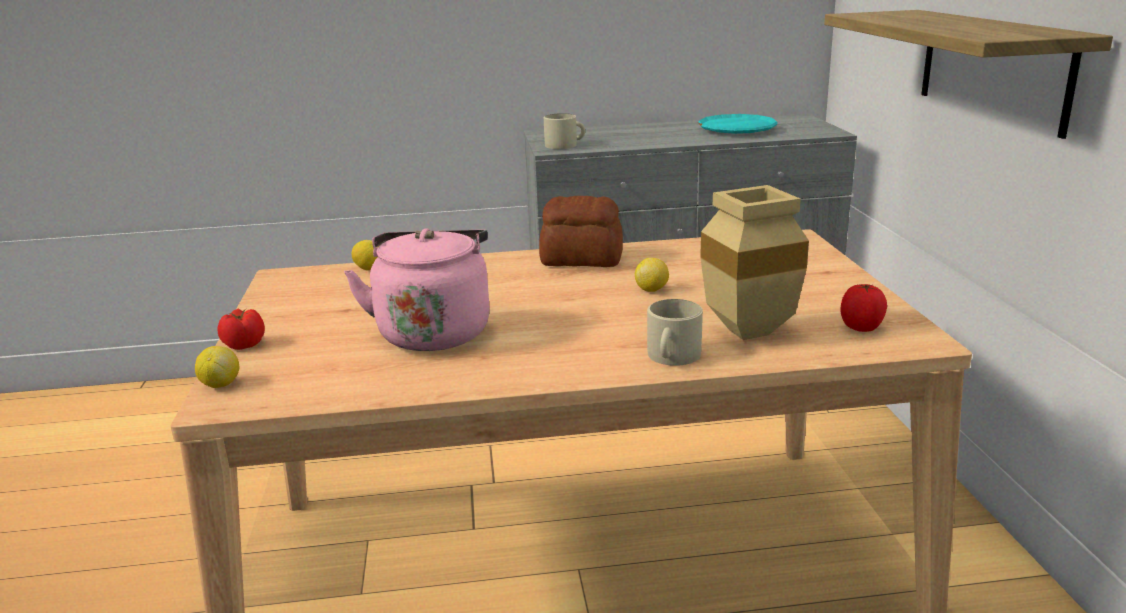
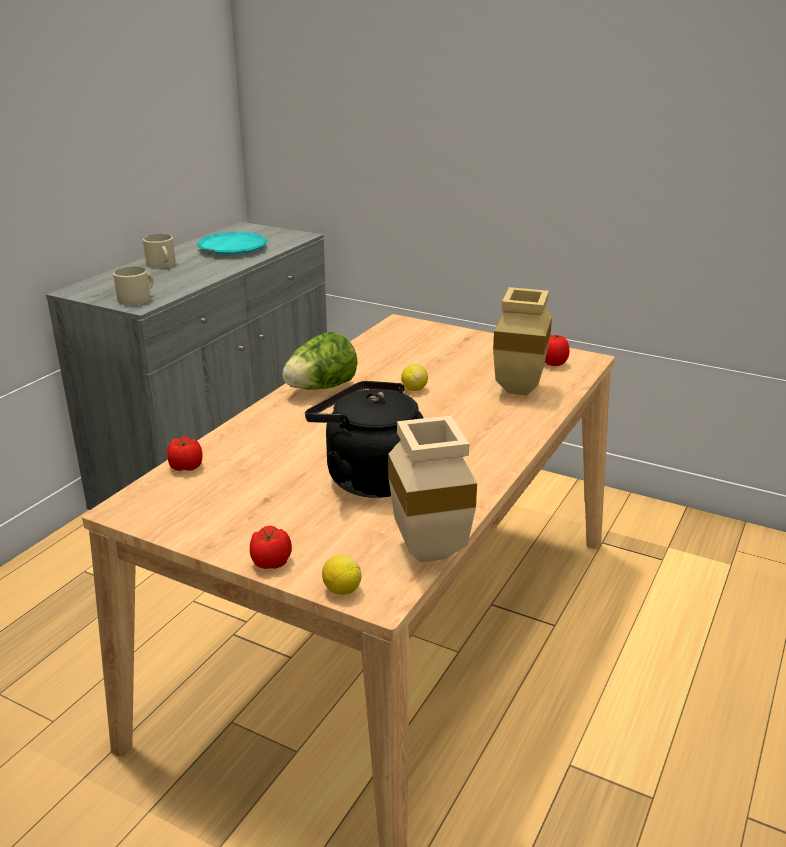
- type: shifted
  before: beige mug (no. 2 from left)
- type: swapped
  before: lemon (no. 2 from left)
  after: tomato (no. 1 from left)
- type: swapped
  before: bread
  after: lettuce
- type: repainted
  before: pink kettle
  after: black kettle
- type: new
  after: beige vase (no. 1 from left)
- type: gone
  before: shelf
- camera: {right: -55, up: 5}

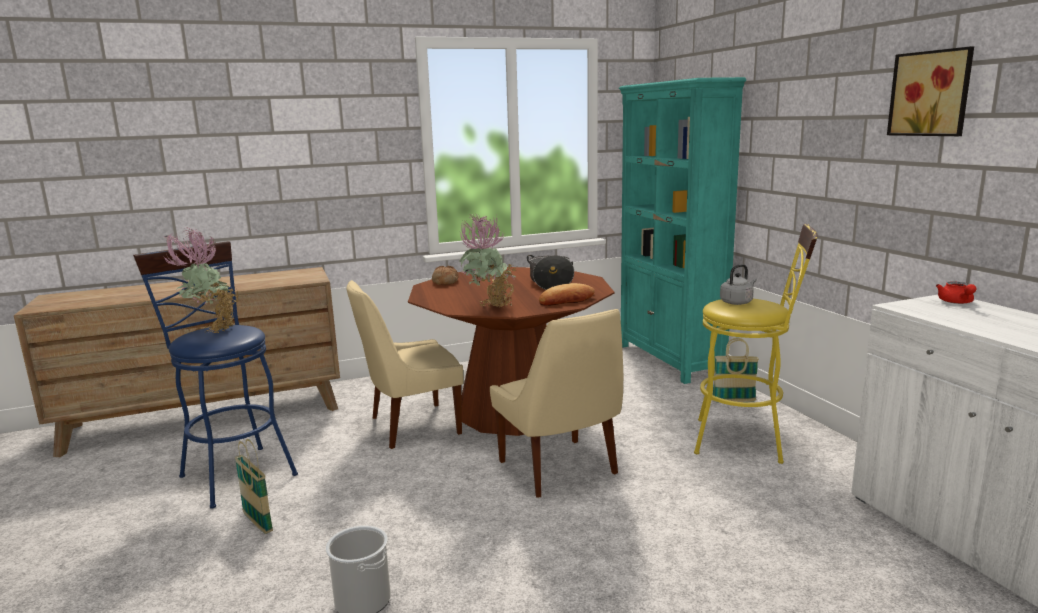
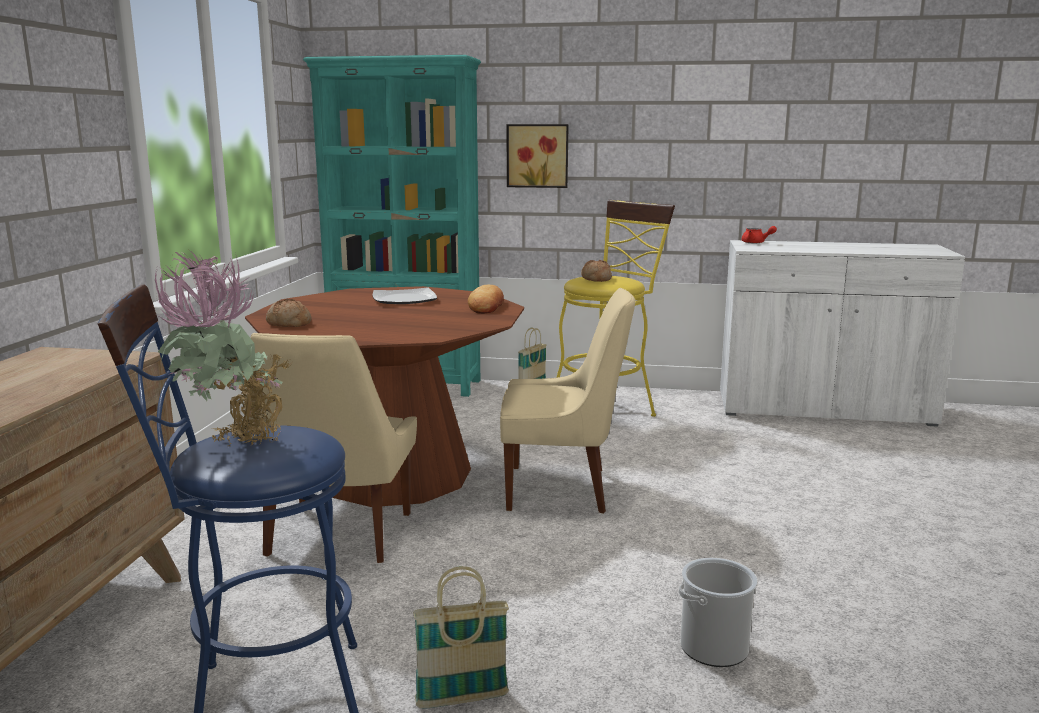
- type: swapped
  before: cooking pot
  after: plate
- type: shifted
  before: picture
- type: swapped
  before: grey kettle
  after: bread (no. 3 from left)
- type: gone
  before: potted plant (no. 2 from left)
- camera: {right: -60, up: 0}

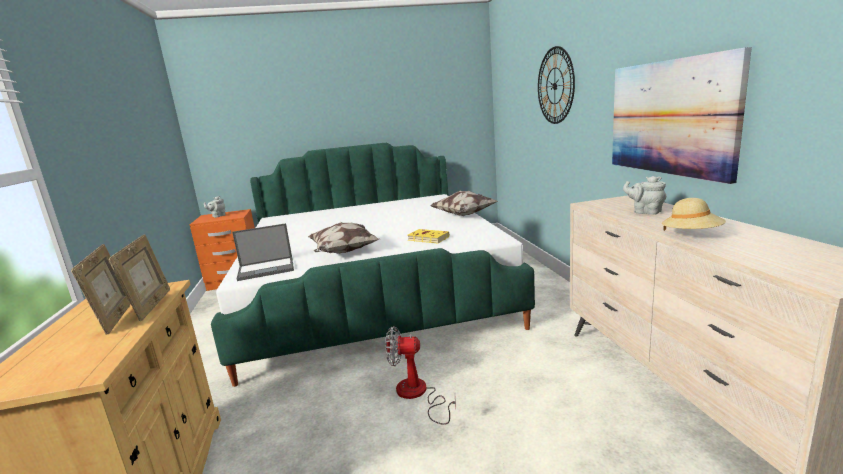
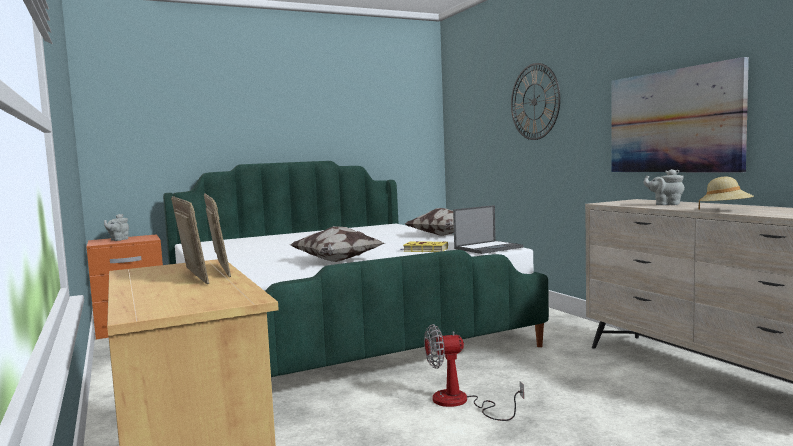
- type: shifted
  before: laptop
- camera: {right: -15, up: -10}

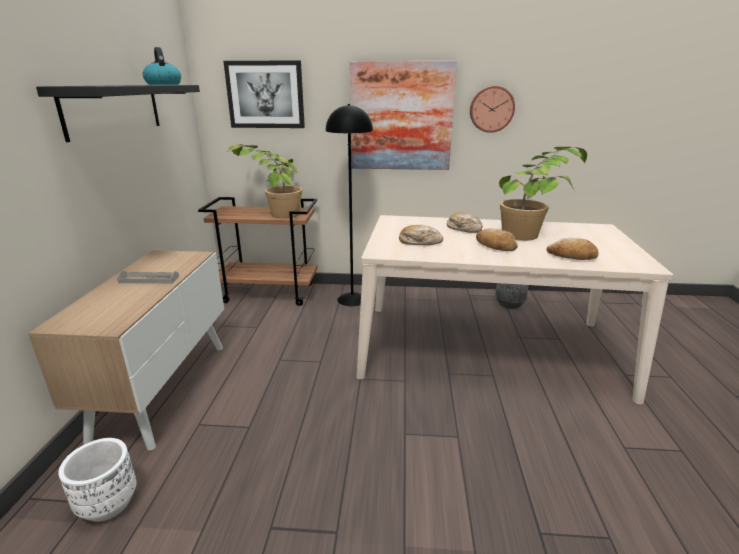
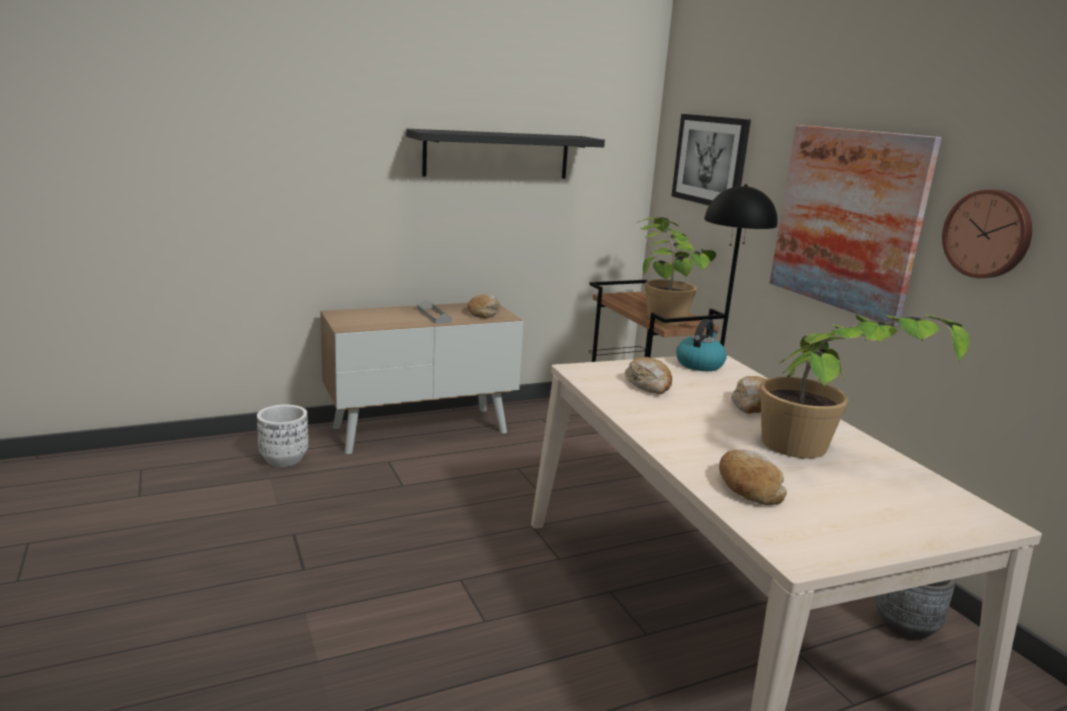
- type: shifted
  before: bread (no. 3 from left in the first image)
  after: bread (no. 1 from left)
- type: shifted
  before: kettle
- camera: {right: 60, up: -5}

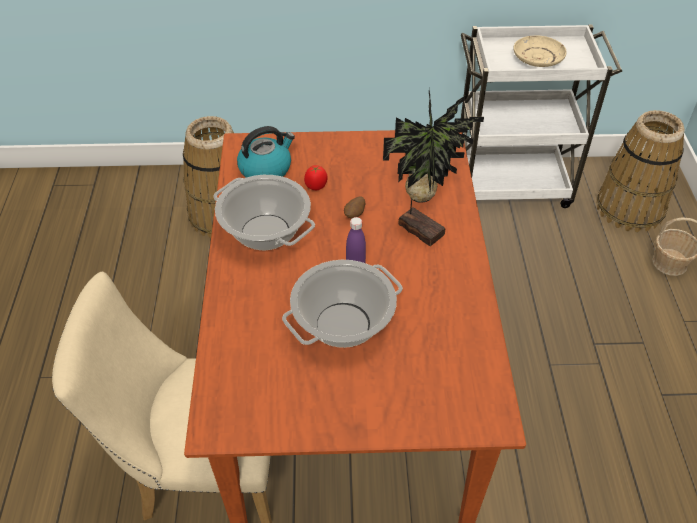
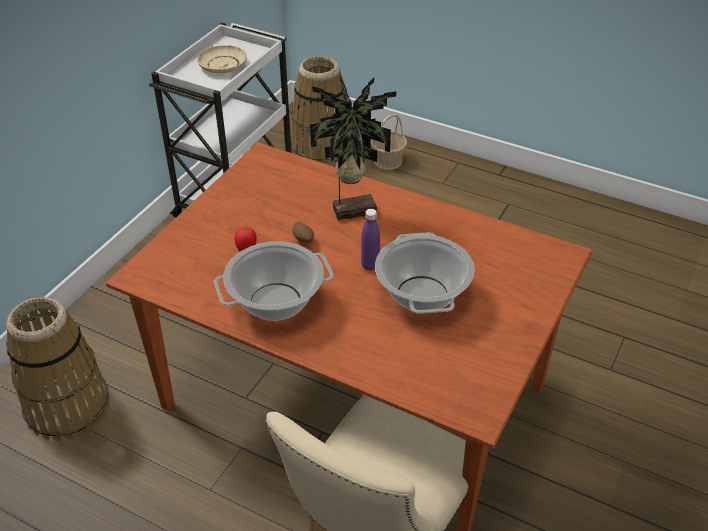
- type: gone
  before: kettle
- camera: {right: -60, up: -5}

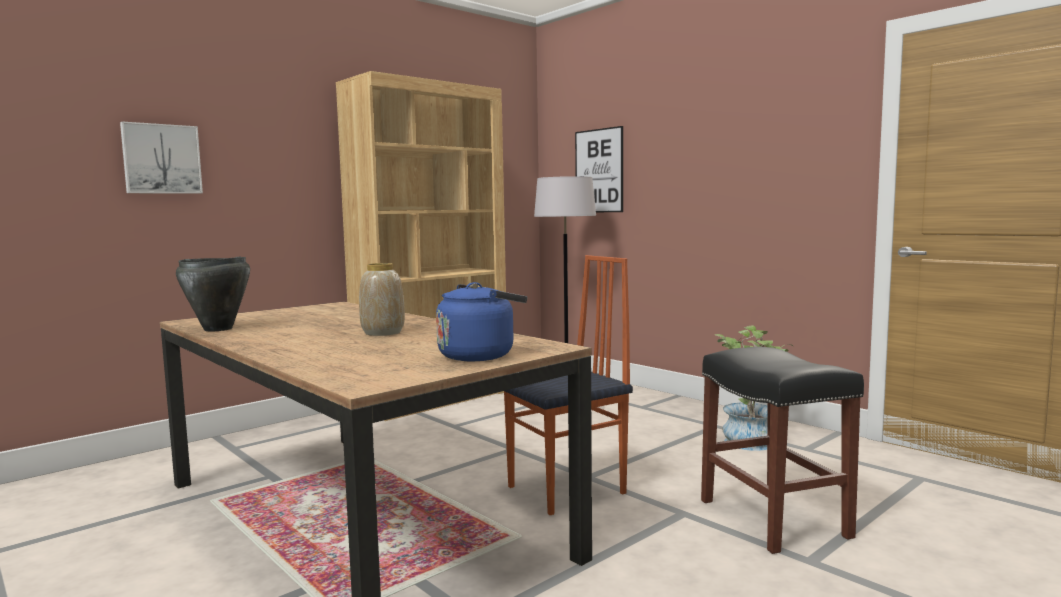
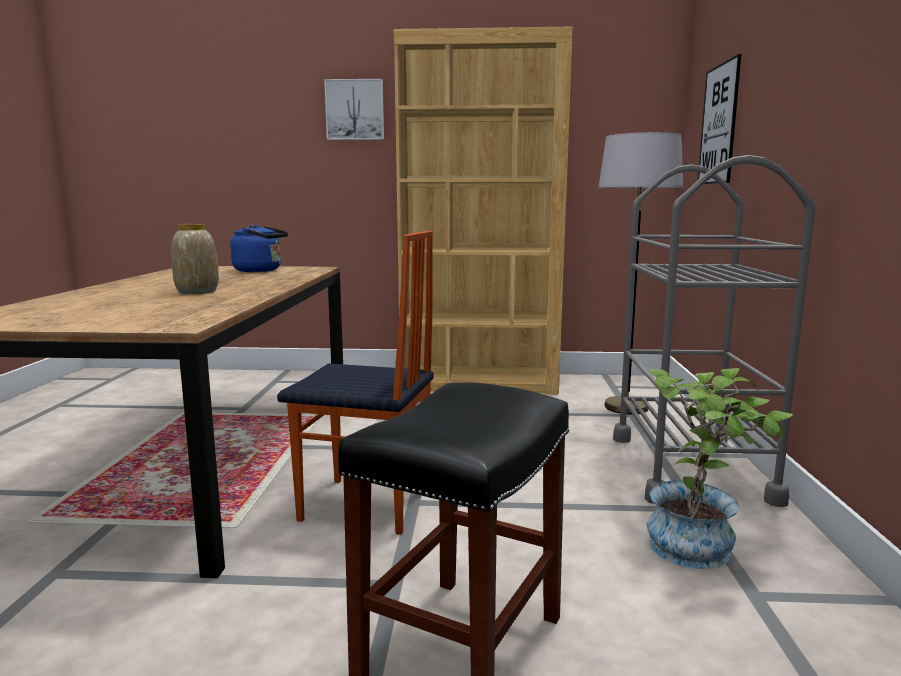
- type: shifted
  before: blue kettle
- type: shifted
  before: picture (no. 1 from left)
- type: new
  after: grey cart
- type: gone
  before: black cooking pot
- camera: {right: 45, up: 5}

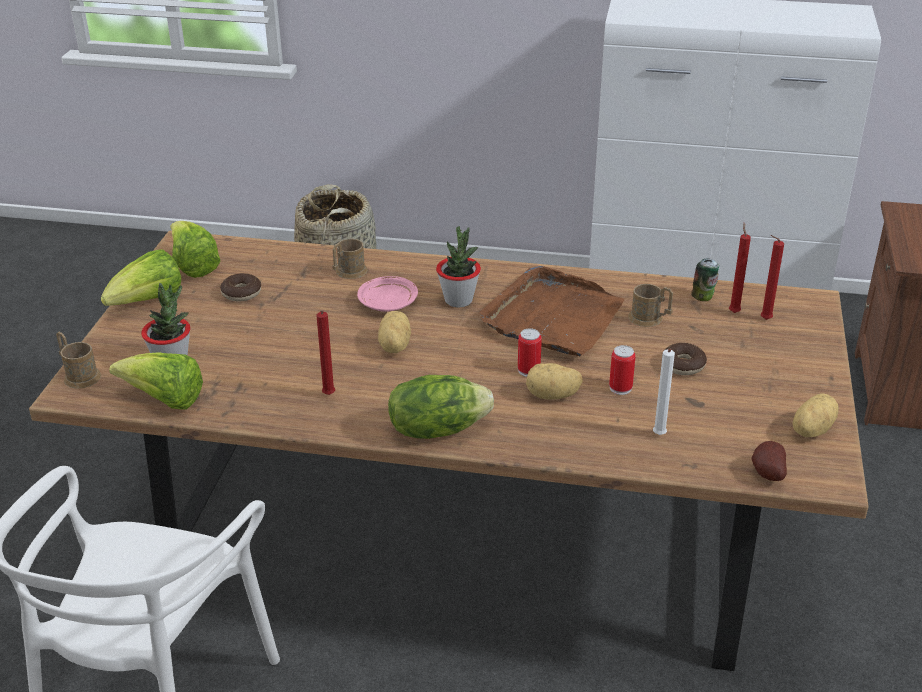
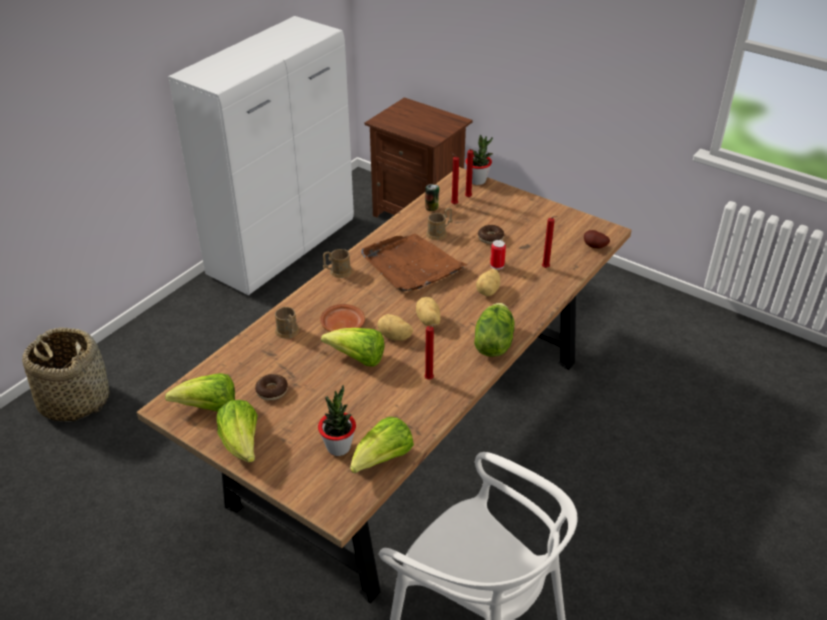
- type: repainted
  before: pink plate
  after: brown plate
- type: new
  after: lettuce (no. 3 from left)
- type: shifted
  before: brown mug (no. 1 from left in the first image)
  after: brown mug (no. 2 from left)
- type: shifted
  before: potato (no. 4 from left in the first image)
  after: potato (no. 2 from left)
- type: shifted
  before: potted plant (no. 2 from left)
- type: repainted
  before: white candle
  after: red candle (no. 4 from left)
- type: gone
  before: can (no. 1 from left)
- camera: {right: -65, up: 5}

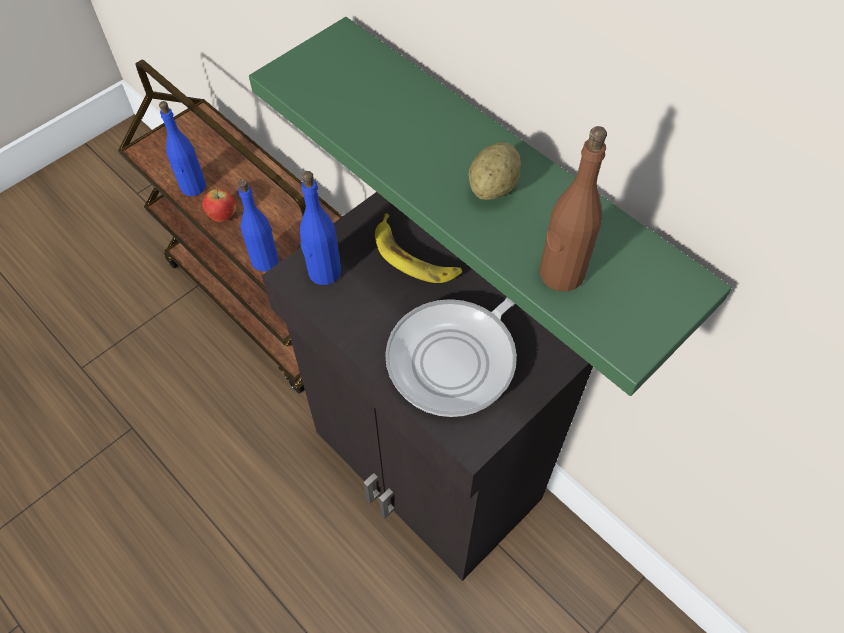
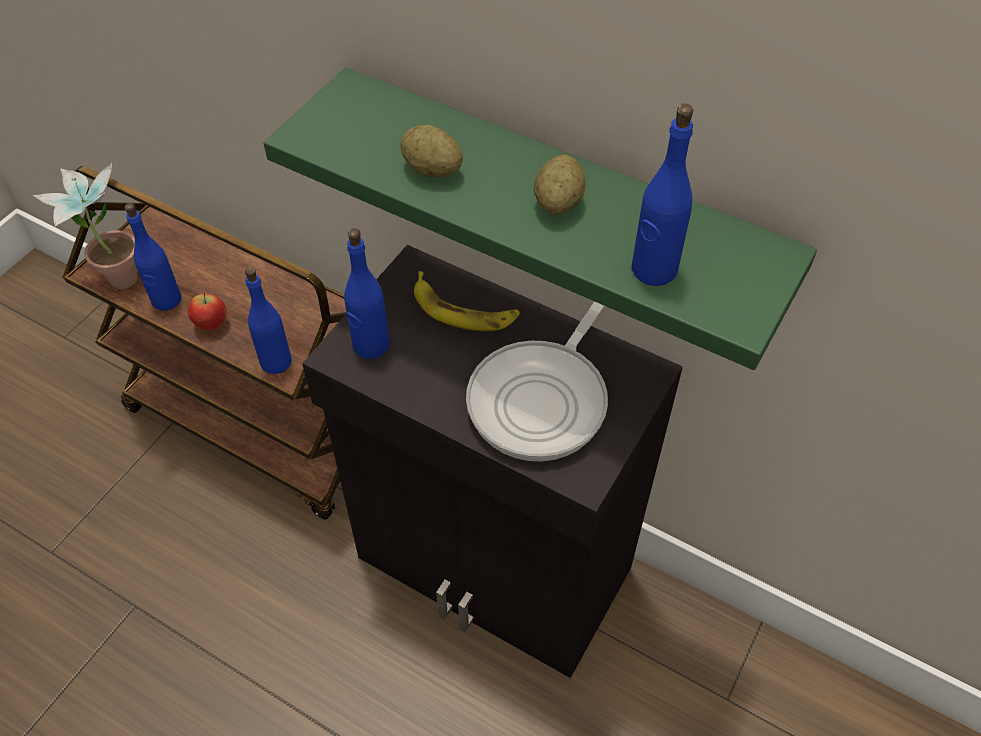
- type: new
  after: potted plant
- type: new
  after: potato (no. 1 from left)
- type: repainted
  before: brown bottle
  after: blue bottle (no. 4 from left)
- camera: {right: -15, up: -5}

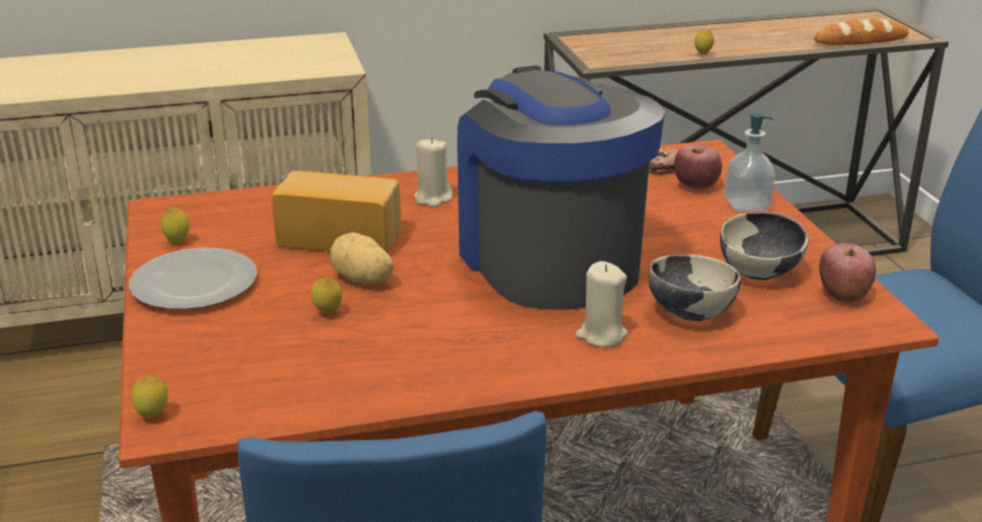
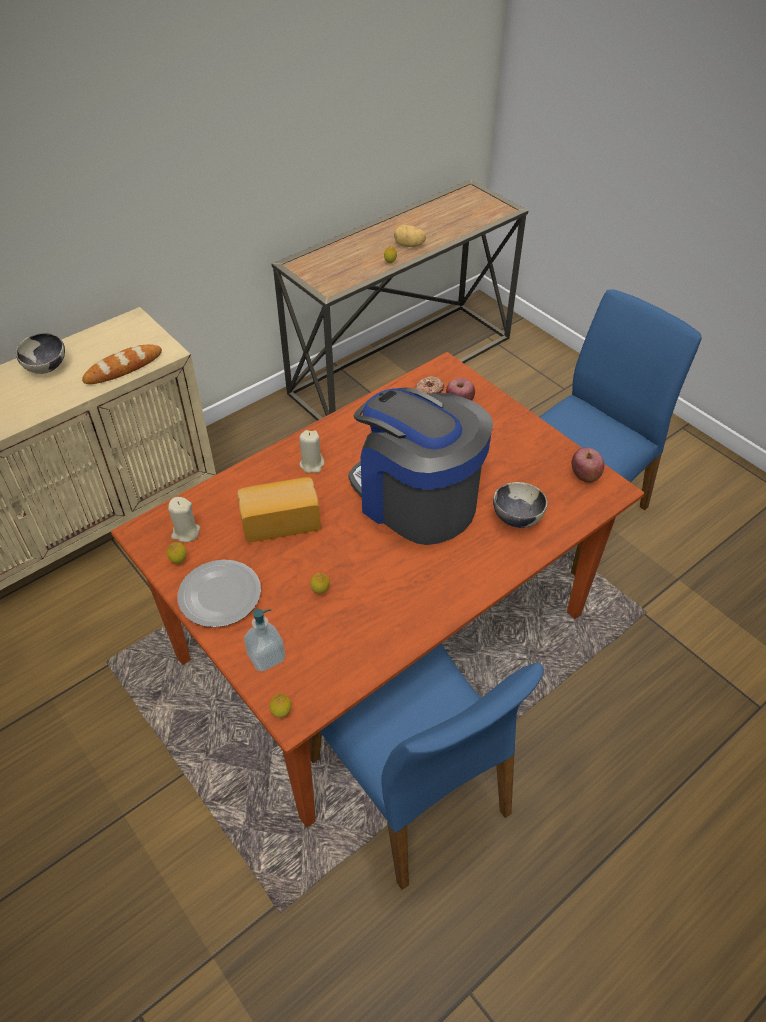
- type: shifted
  before: bowl (no. 2 from left in the first image)
  after: bowl (no. 1 from left)
- type: shifted
  before: bread (no. 2 from left in the first image)
  after: bread (no. 1 from left)
- type: shifted
  before: beige candle (no. 2 from left in the first image)
  after: beige candle (no. 1 from left)
- type: shifted
  before: soap dispenser
- type: shifted
  before: potato
- camera: {right: -25, up: 20}

